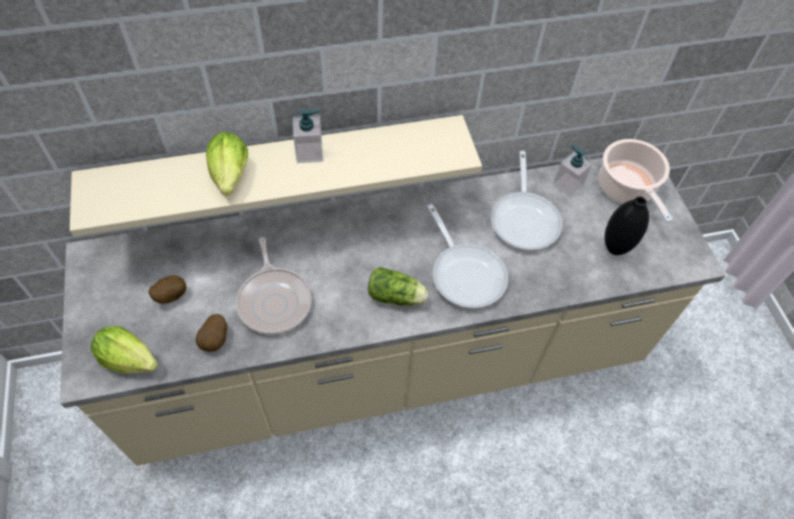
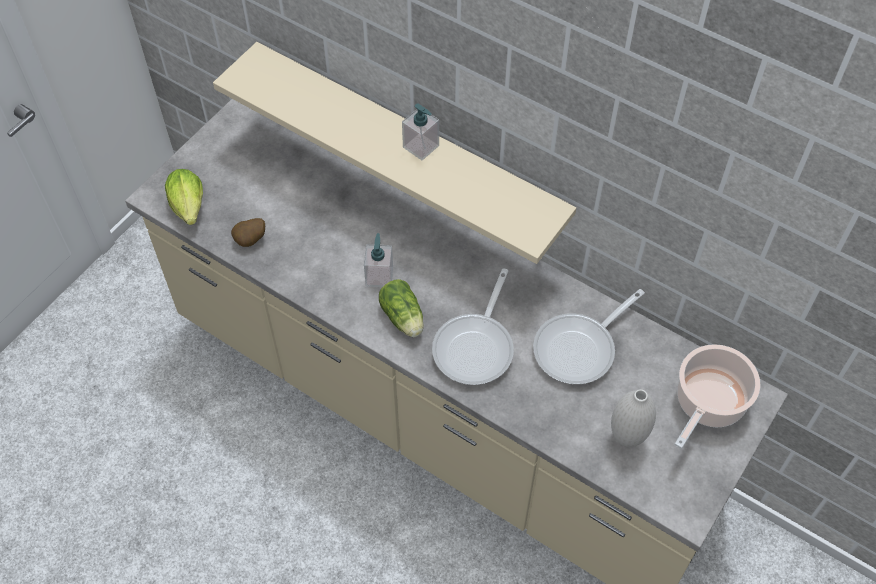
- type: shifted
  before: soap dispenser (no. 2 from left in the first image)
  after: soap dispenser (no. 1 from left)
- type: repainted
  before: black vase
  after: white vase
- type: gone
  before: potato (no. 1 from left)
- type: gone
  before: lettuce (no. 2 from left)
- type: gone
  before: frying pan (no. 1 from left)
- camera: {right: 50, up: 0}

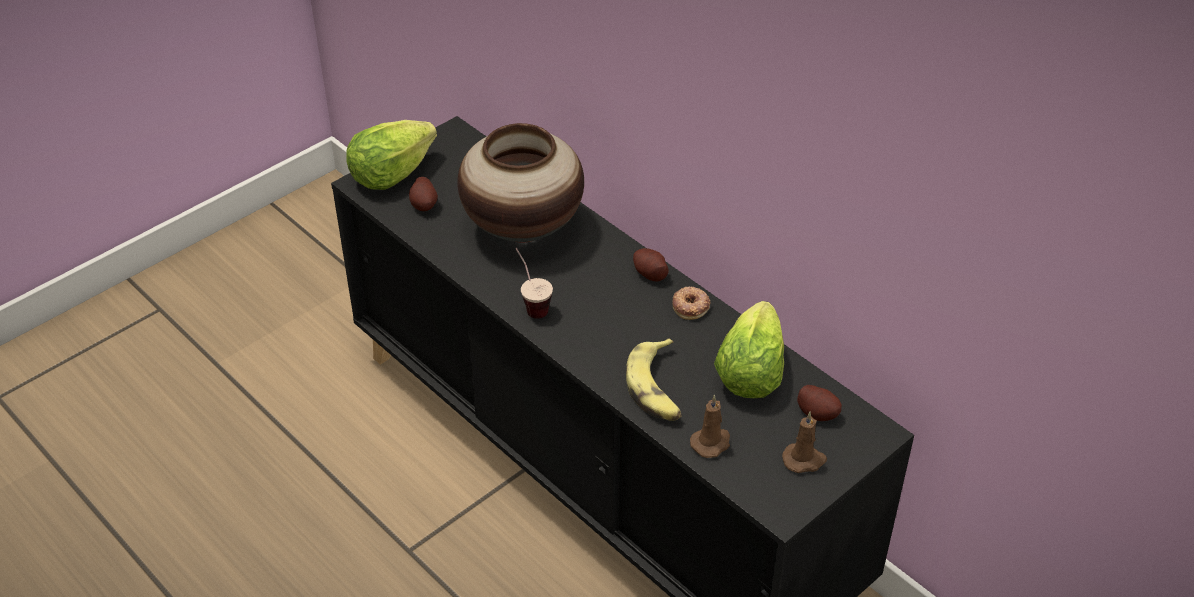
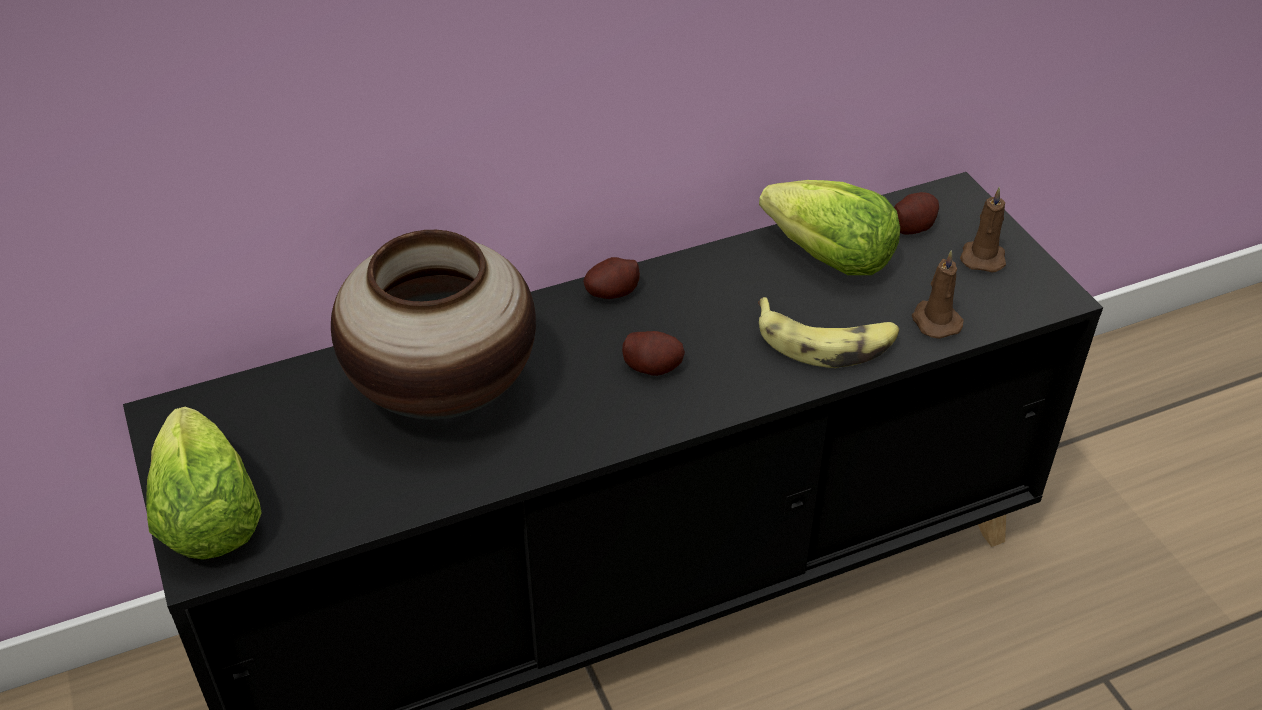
- type: shifted
  before: potato (no. 1 from left in the first image)
  after: potato (no. 2 from left)
- type: gone
  before: cup
- type: gone
  before: donut
- camera: {right: -70, up: 0}

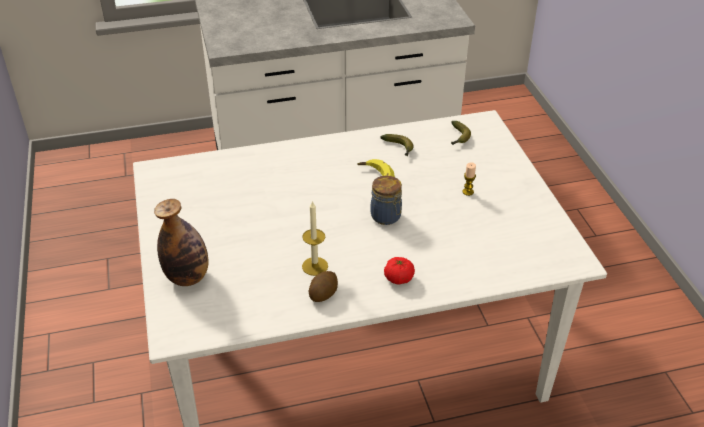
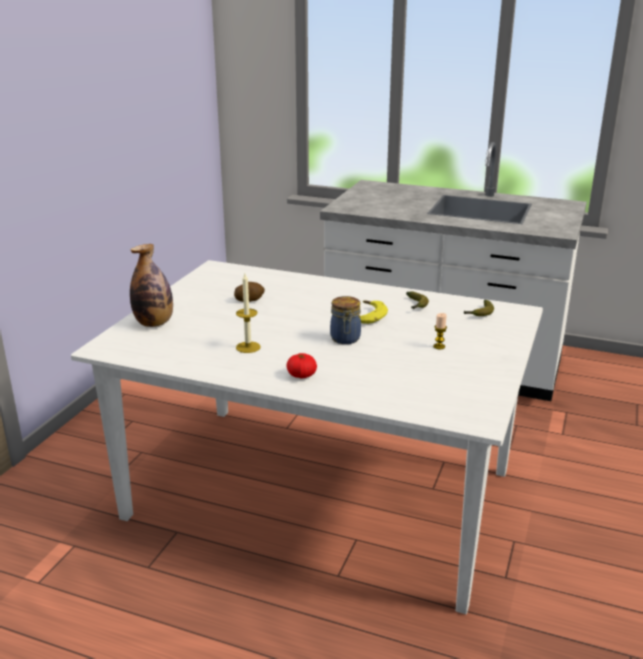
- type: shifted
  before: potato
- camera: {right: 35, up: -15}

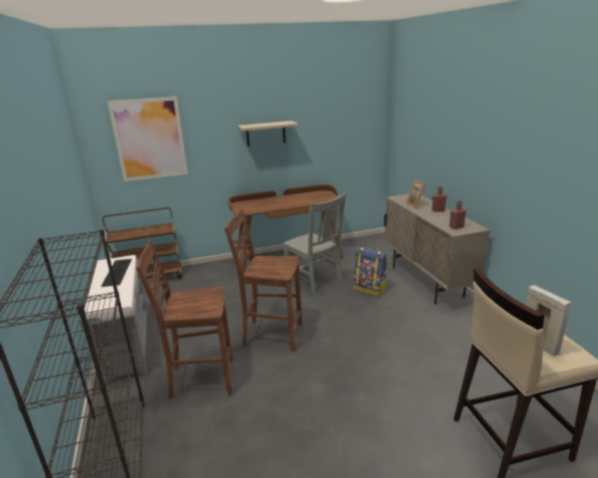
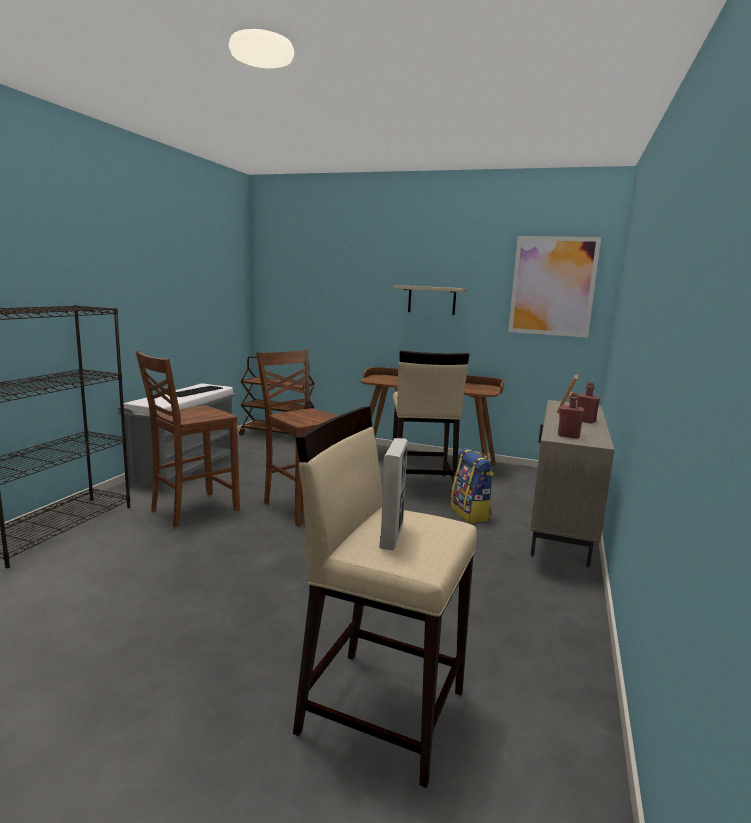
- type: rotated
  before: brown chair (no. 1 from left)
  turn: -75
- type: swapped
  before: grey chair
  after: beige stool (no. 2 from left)
- type: shifted
  before: picture
- camera: {right: 35, up: -10}

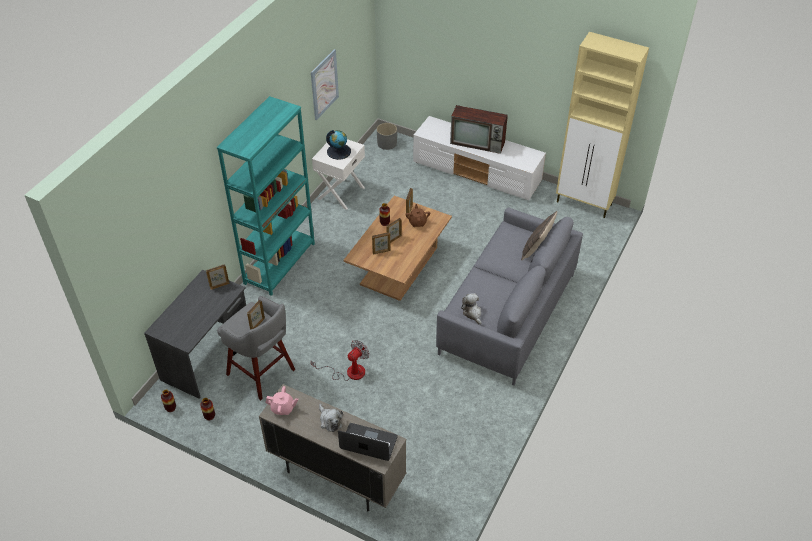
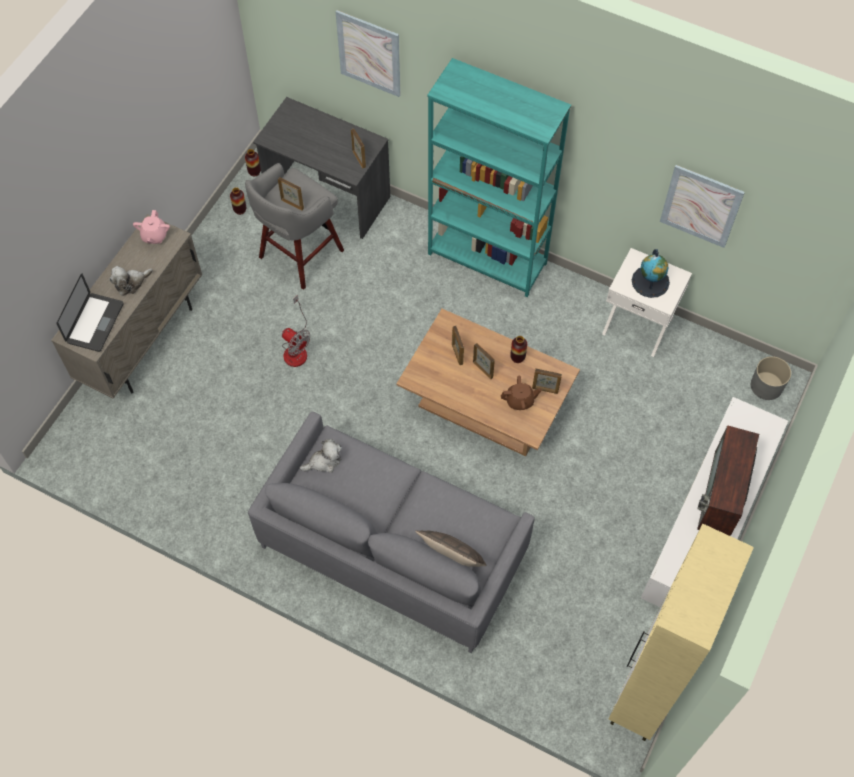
- type: new
  after: picture (no. 1 from left)
- camera: {right: 90, up: 15}

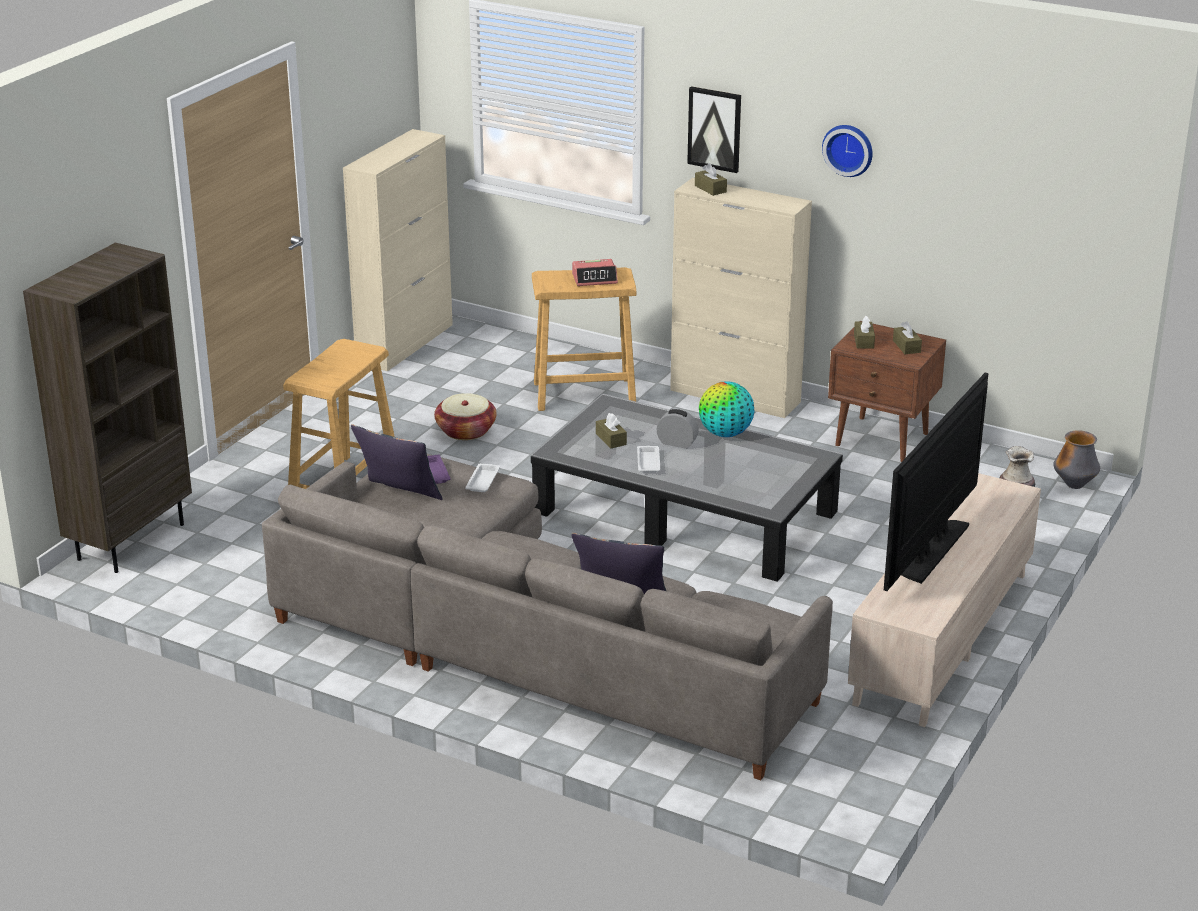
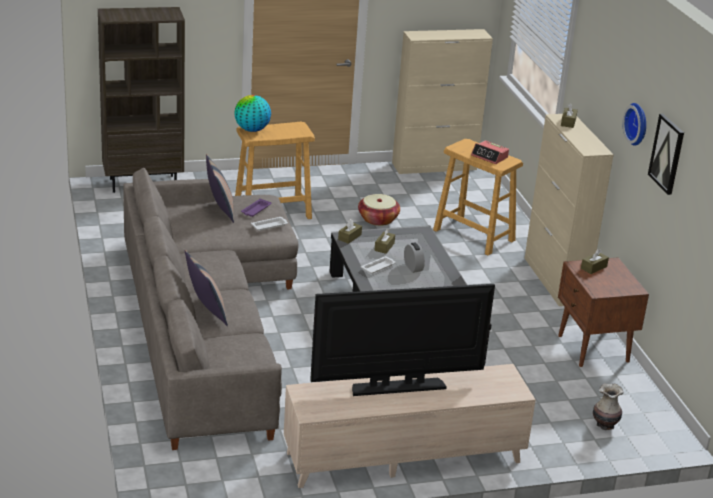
- type: shifted
  before: globe
- type: shifted
  before: brown tissue box (no. 4 from left in the first image)
  after: brown tissue box (no. 1 from left)
- type: shifted
  before: picture
- type: gone
  before: vase (no. 2 from left)
- camera: {right: 45, up: 0}

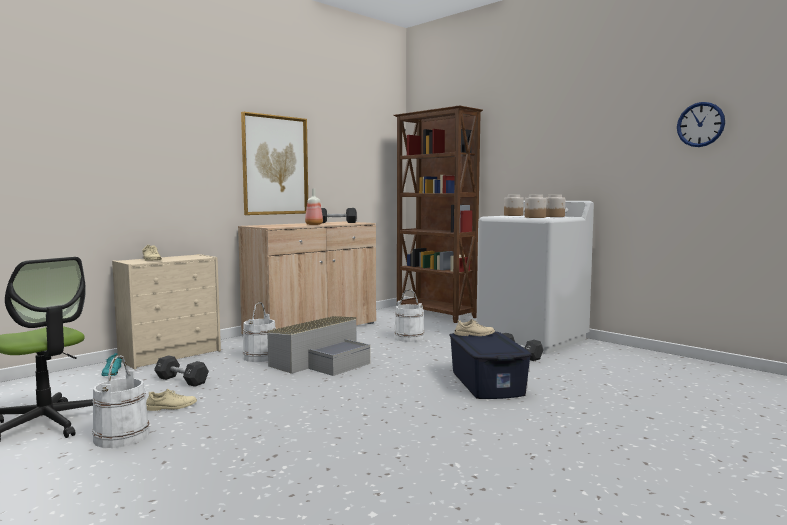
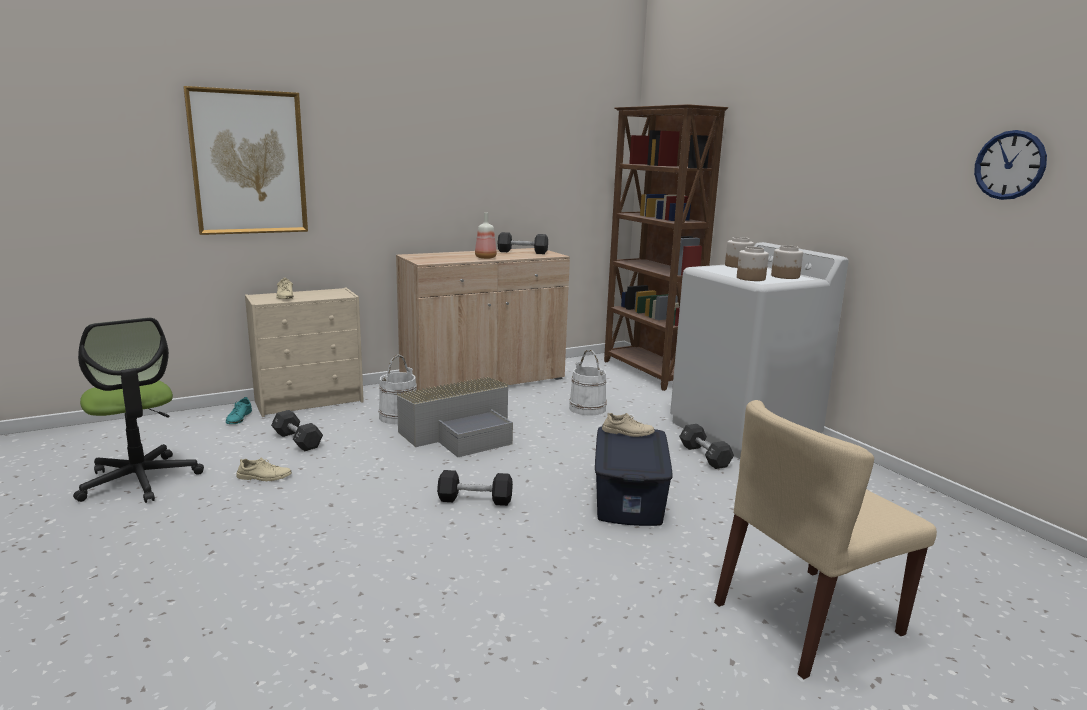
- type: shifted
  before: picture
- type: new
  after: black dumbbell (no. 2 from left)
- type: new
  after: beige chair
- type: gone
  before: white bucket (no. 1 from left)
- camera: {right: 15, up: 10}

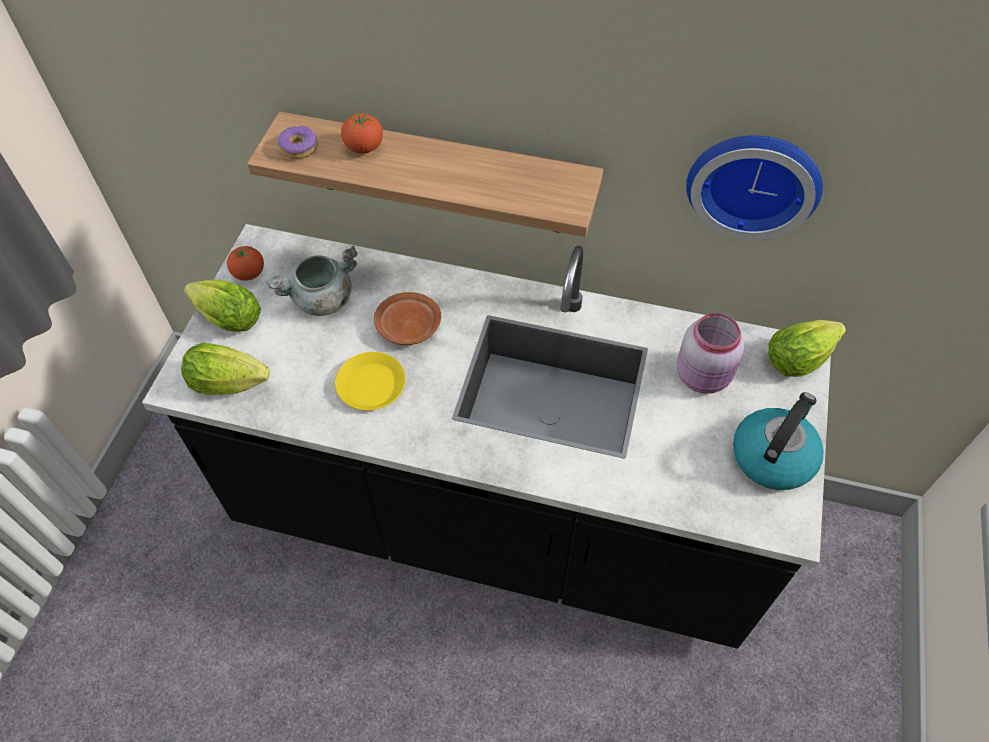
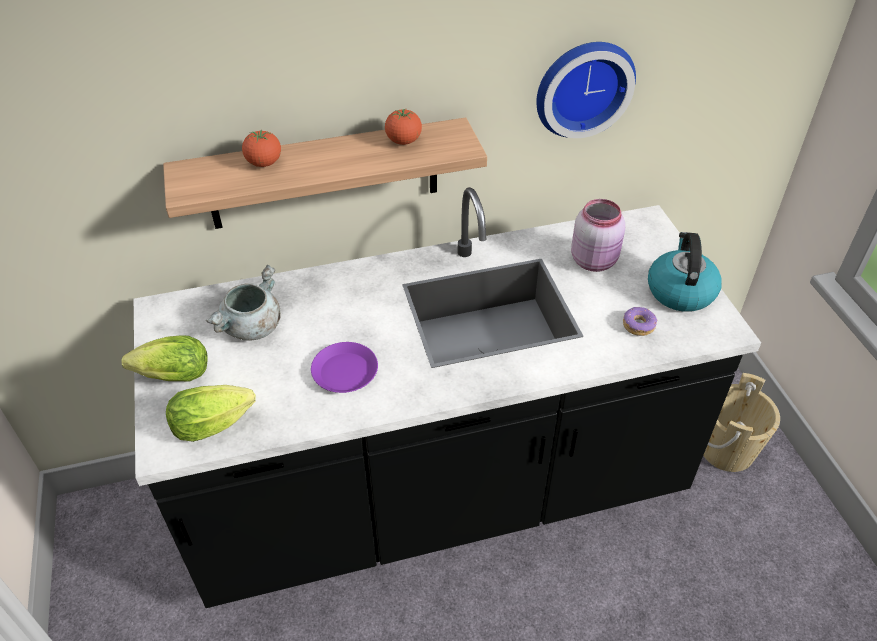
- type: repainted
  before: yellow plate
  after: purple plate
- type: shifted
  before: tomato (no. 1 from left in the first image)
  after: tomato (no. 2 from left)
- type: shifted
  before: donut
- type: new
  after: beige bucket
- type: gone
  before: brown plate
- type: gone
  before: lettuce (no. 3 from left)
- camera: {right: -30, up: -10}

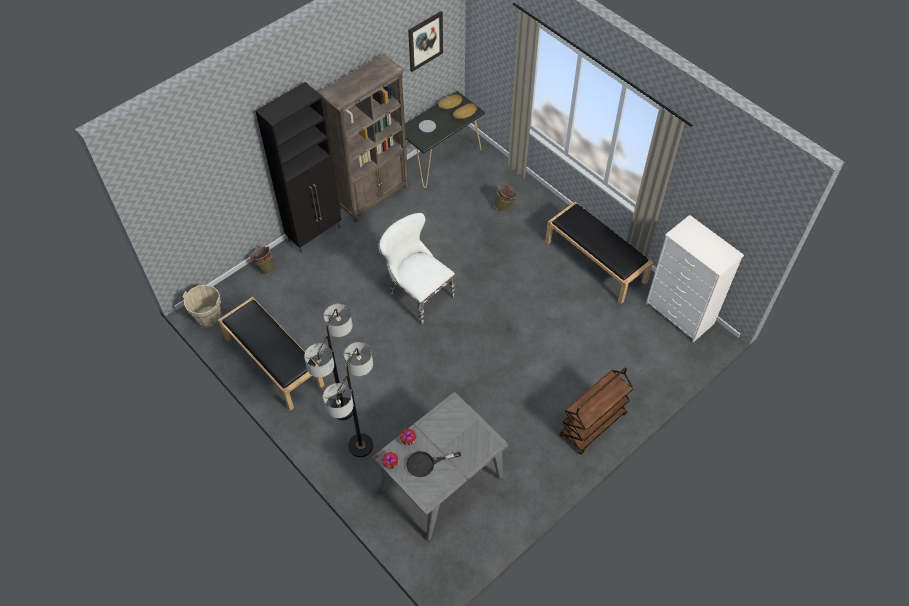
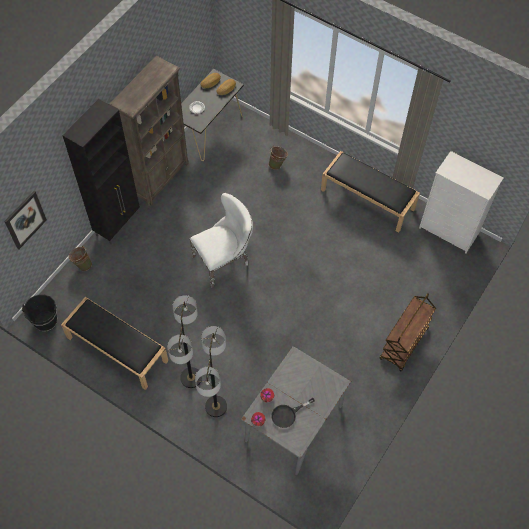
- type: shifted
  before: picture
- type: repainted
  before: beige bucket
  after: black bucket
- type: rotated
  before: white chair
  turn: 120
- camera: {right: -15, up: 5}

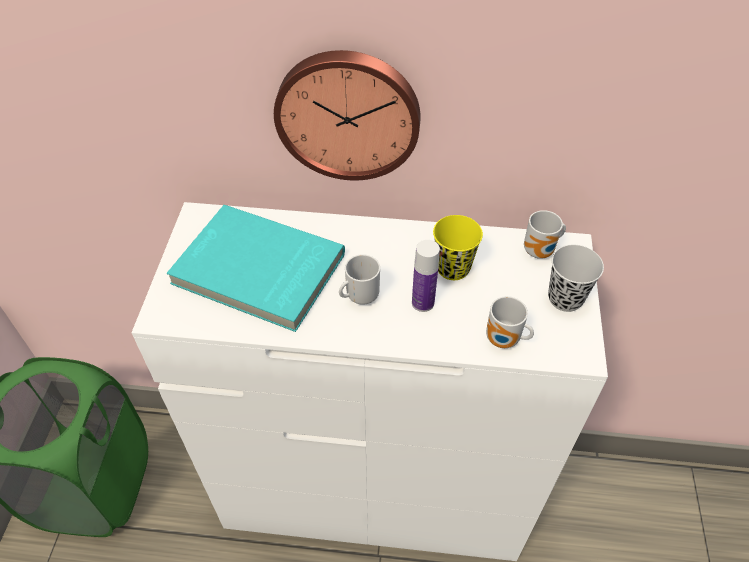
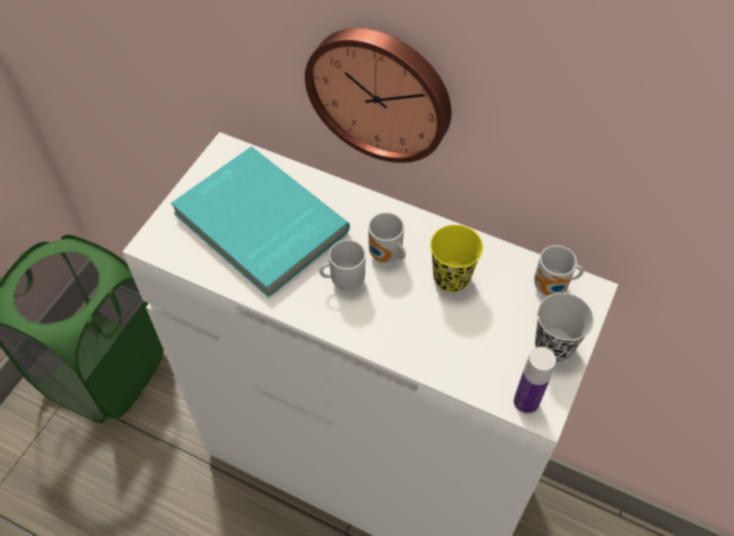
- type: shifted
  before: mug (no. 2 from left)
- type: shifted
  before: bottle
- camera: {right: 20, up: 5}

